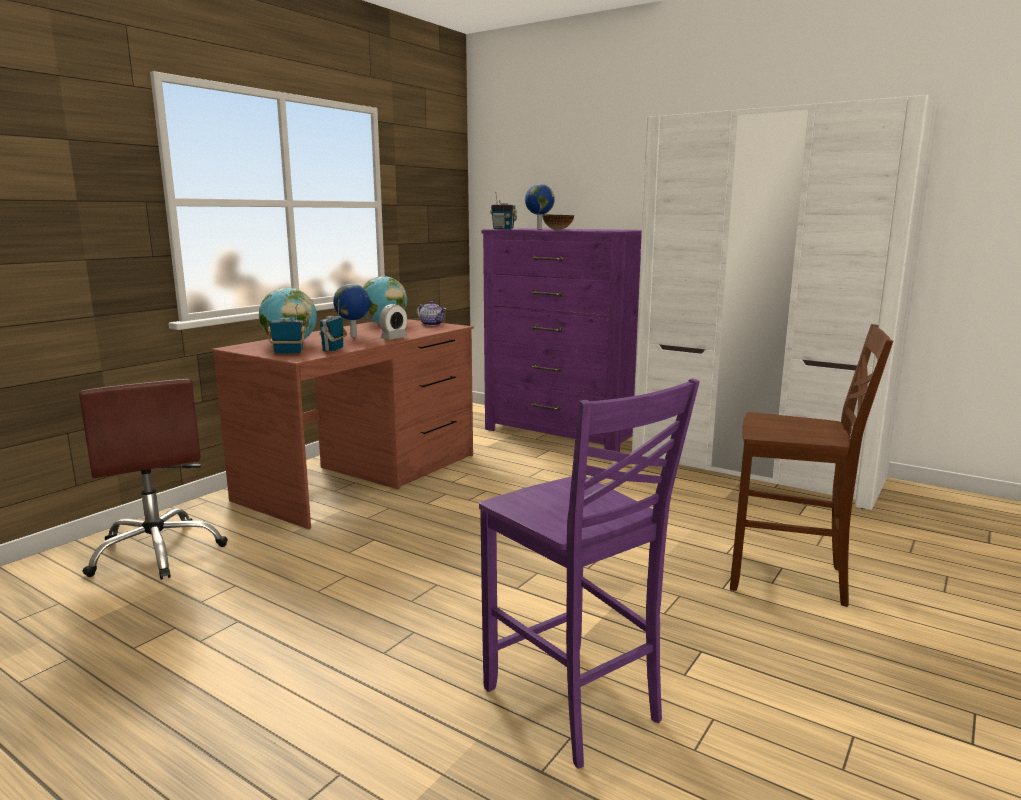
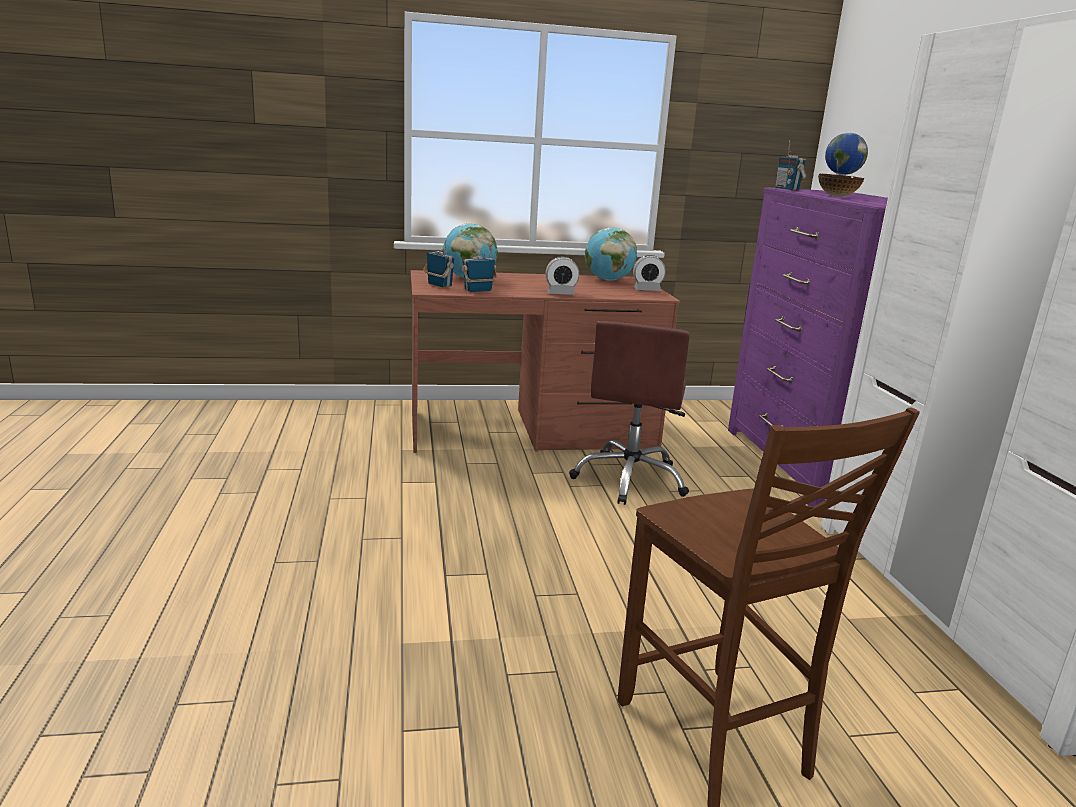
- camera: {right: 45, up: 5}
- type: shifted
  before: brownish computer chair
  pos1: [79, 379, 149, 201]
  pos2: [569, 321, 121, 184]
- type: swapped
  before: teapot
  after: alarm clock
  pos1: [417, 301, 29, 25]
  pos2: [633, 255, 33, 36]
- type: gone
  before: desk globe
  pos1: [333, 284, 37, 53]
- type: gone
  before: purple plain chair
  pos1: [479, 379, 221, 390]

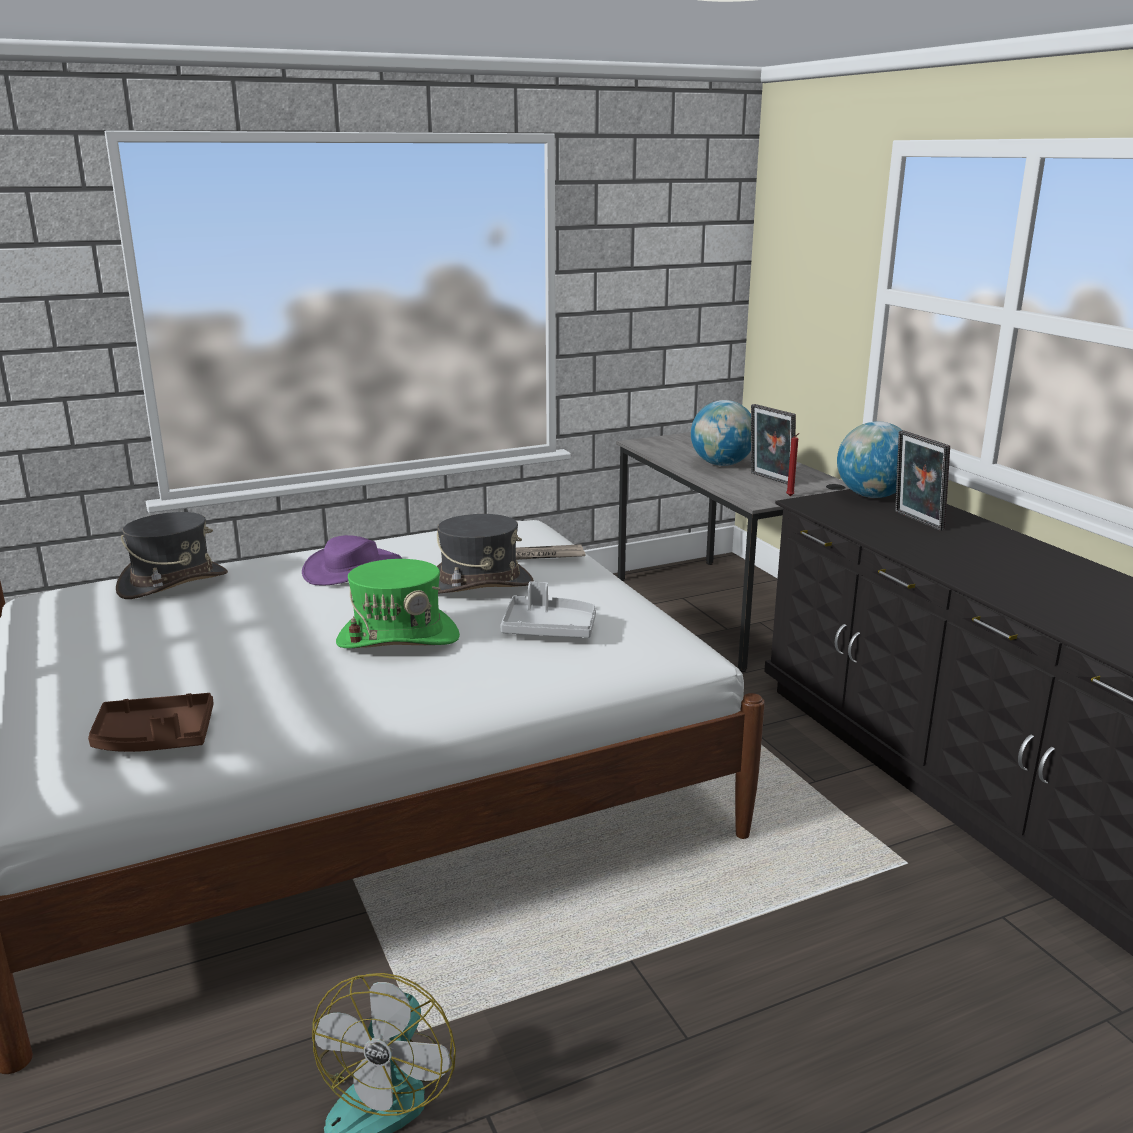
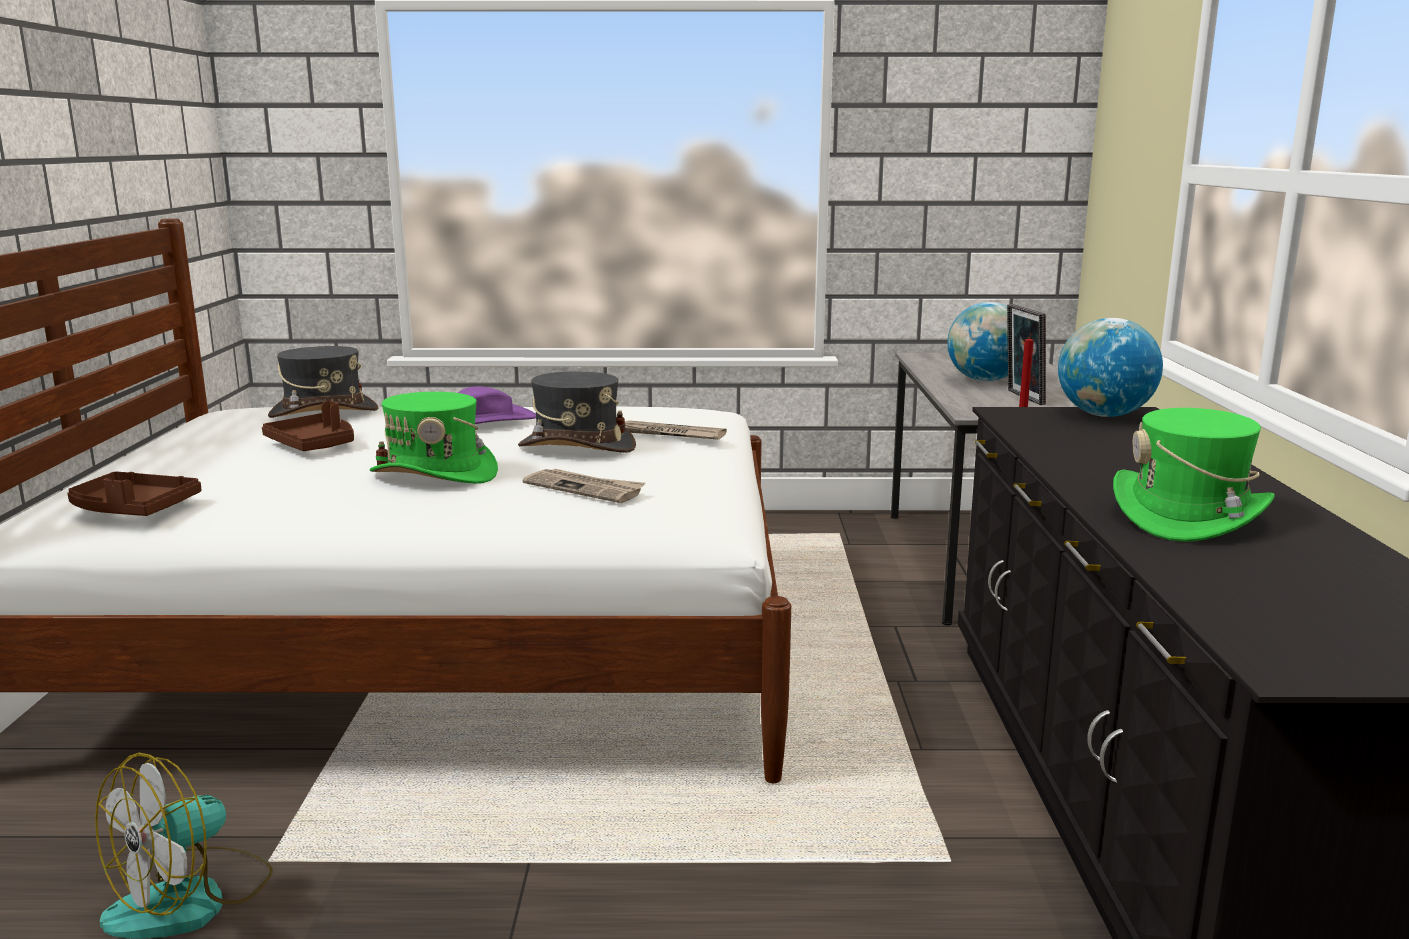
- camera: {right: 25, up: -5}
- type: new
  after: brownish carrying tray
  pos2: [262, 401, 92, 50]
- type: swapped
  before: greyish carrying tray
  after: daily paper
  pos1: [500, 581, 96, 57]
  pos2: [523, 469, 122, 34]
- type: new
  after: green clothing hat
  pos2: [1113, 408, 162, 134]
- type: gone
  before: picture frame
  pos1: [895, 430, 55, 101]

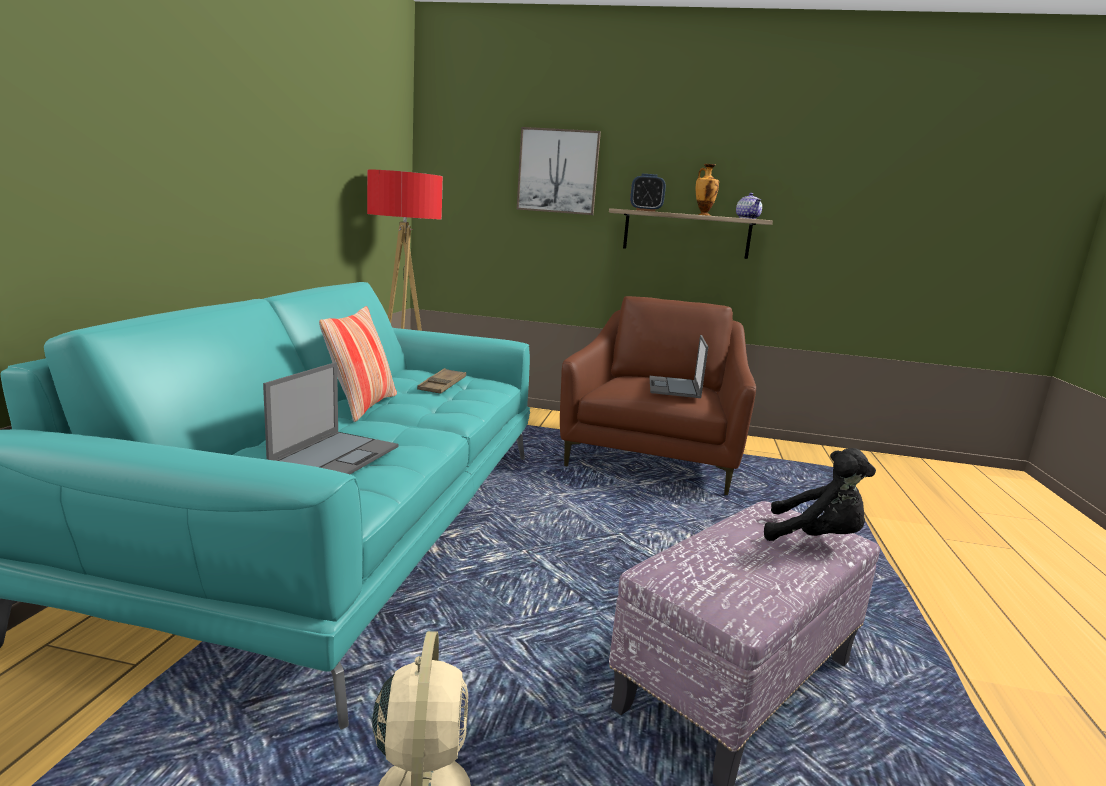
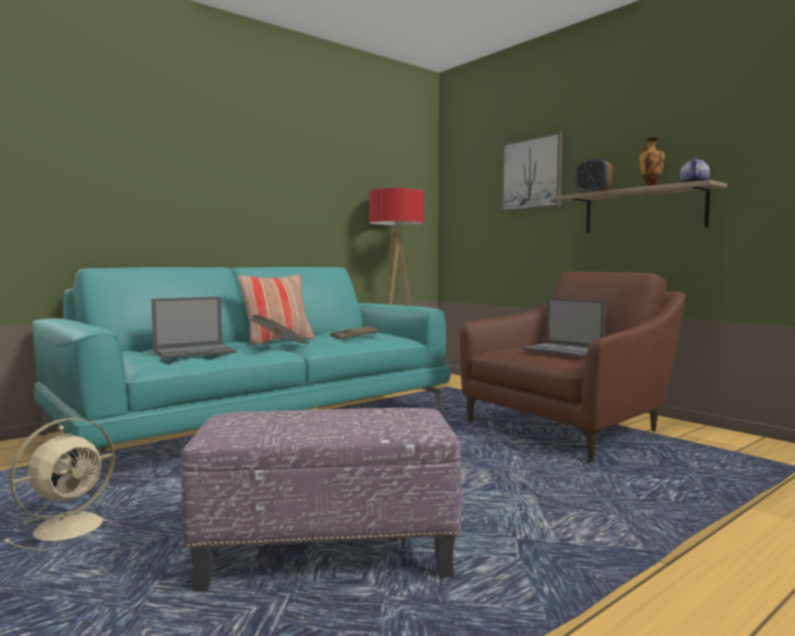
- camera: {right: 40, up: -10}
- type: new
  after: daily paper
  pos2: [250, 315, 61, 29]
- type: rotated
  before: laptop
  pos1: [649, 335, 59, 63]
  pos2: [521, 298, 84, 59]
  turn: -90
- type: gone
  before: blackish cuddly toy
  pos1: [764, 448, 112, 93]

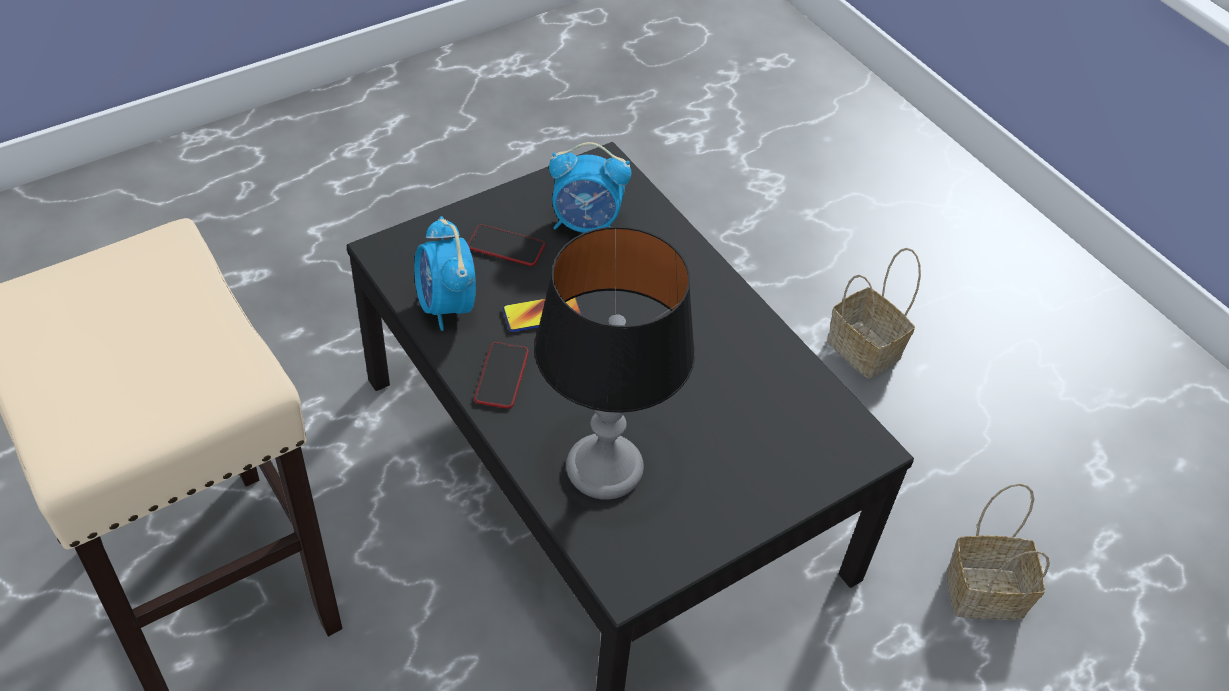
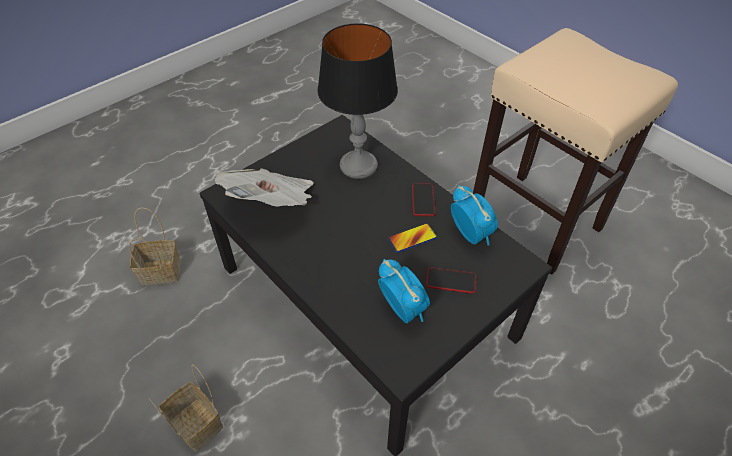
- camera: {right: 175, up: 0}
- type: new
  after: daily paper
  pos2: [215, 169, 98, 38]
- type: rotated
  before: alarm clock
  pos1: [549, 142, 82, 91]
  pos2: [378, 259, 52, 64]
  turn: 60

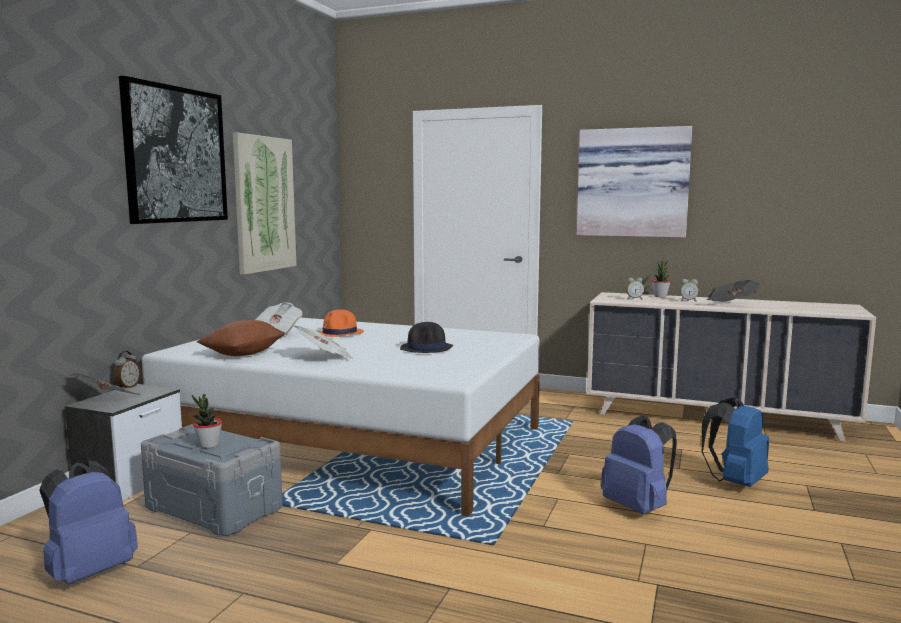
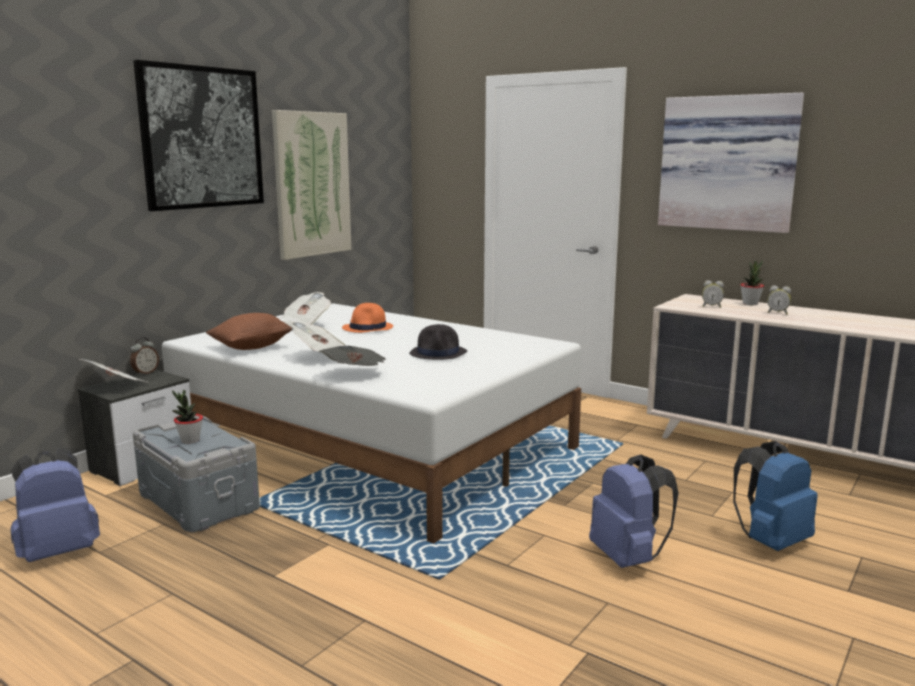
- camera: {right: 15, up: 5}
- type: shifted
  before: daily paper
  pos1: [707, 280, 53, 22]
  pos2: [319, 346, 67, 20]

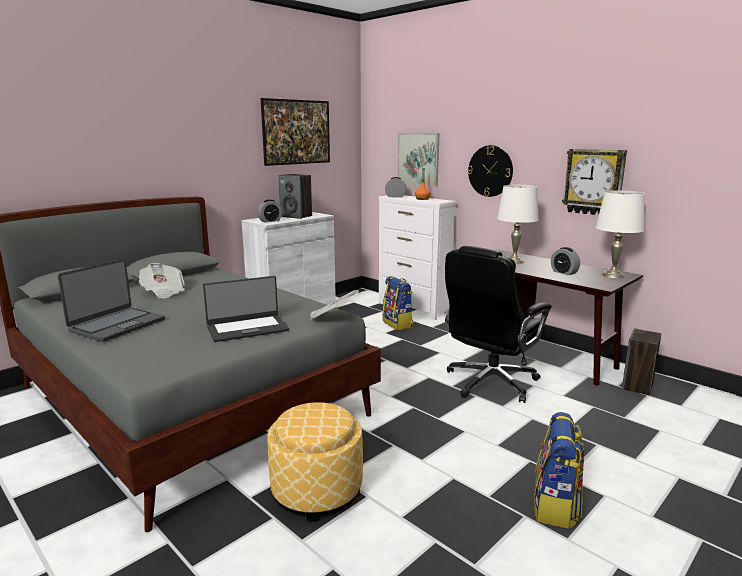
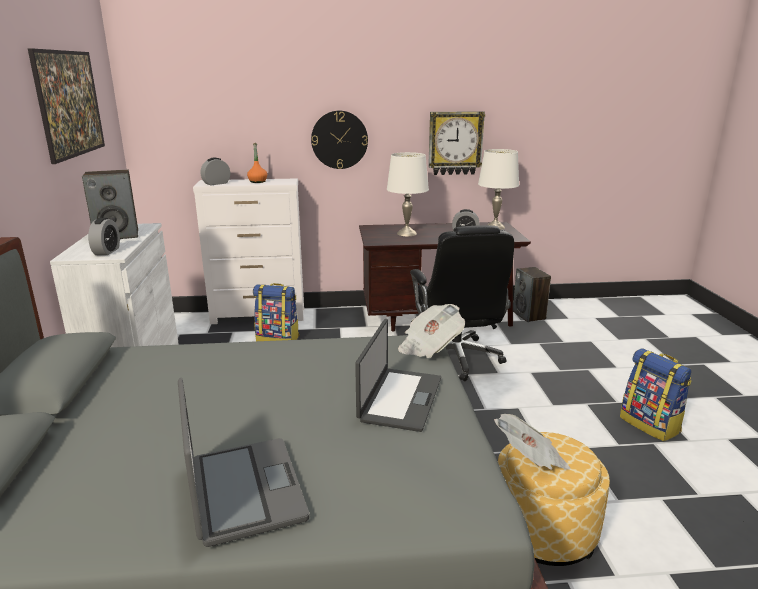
- camera: {right: -50, up: 5}
- type: shifted
  before: daily paper
  pos1: [139, 263, 46, 36]
  pos2: [494, 414, 77, 56]
- type: gone
  before: picture
  pos1: [398, 133, 42, 54]

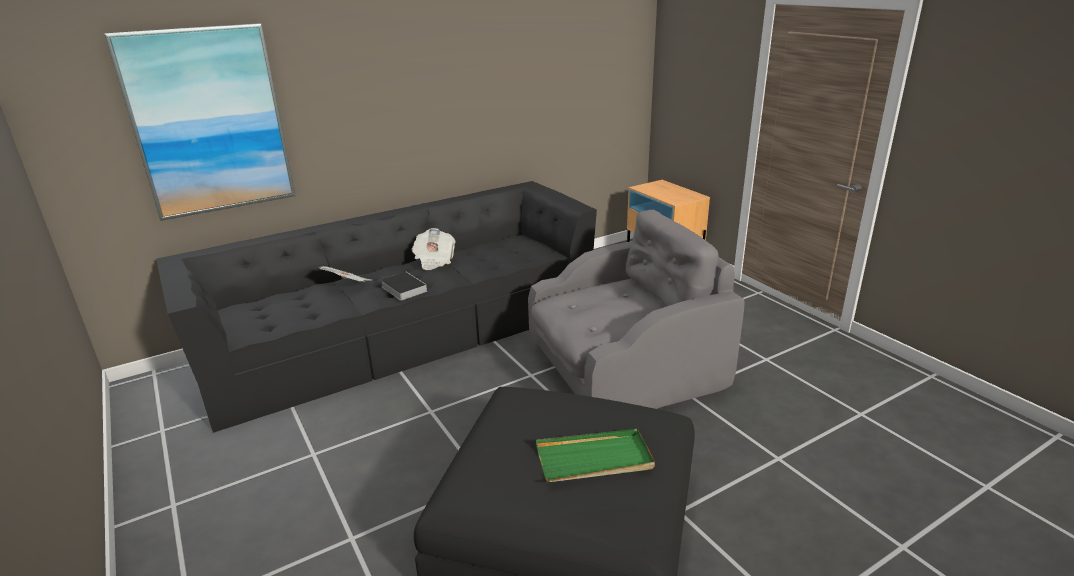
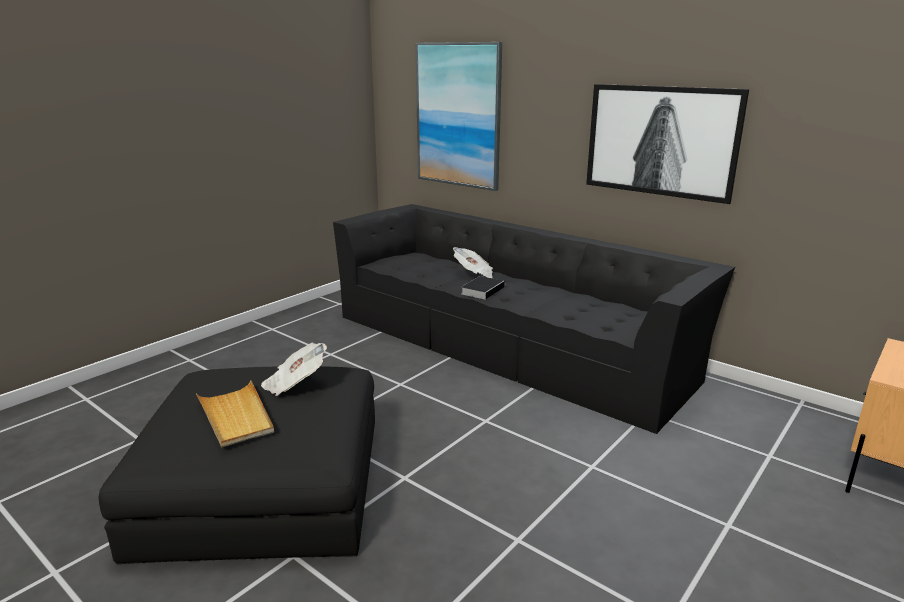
- camera: {right: 70, up: -5}
- type: repainted
  before: green carrying tray
  after: sand-coloured carrying tray
  pos1: [536, 429, 119, 53]
  pos2: [196, 380, 78, 68]
- type: shifted
  before: daily paper
  pos1: [412, 228, 44, 42]
  pos2: [261, 343, 66, 53]
- type: new
  after: picture
  pos2: [586, 84, 163, 120]
- type: gone
  before: greyish easy chair
  pos1: [528, 210, 217, 199]

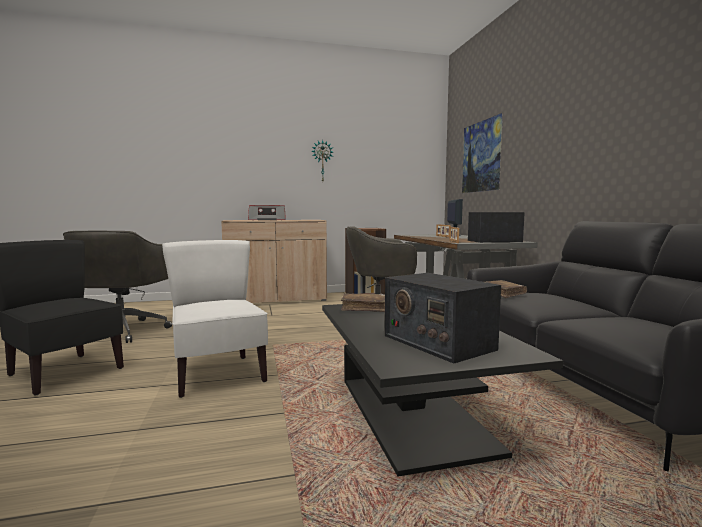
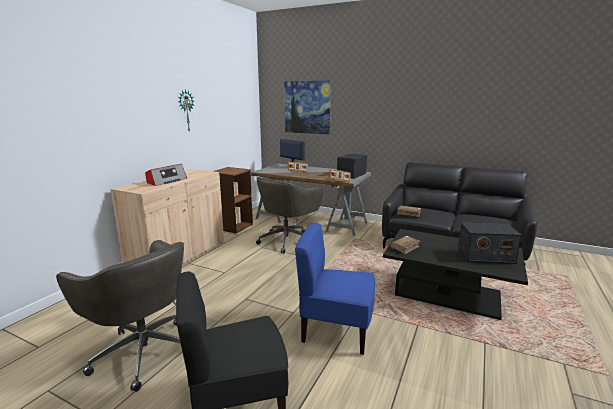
- camera: {right: -50, up: 10}
- type: repainted
  before: white-coloured plain chair
  after: bluish plain chair
  pos1: [162, 240, 106, 158]
  pos2: [295, 223, 80, 132]

